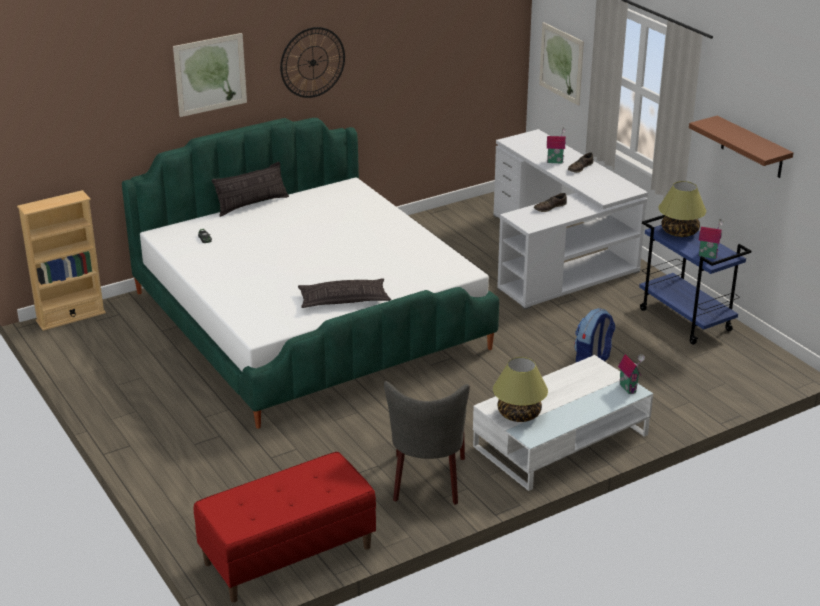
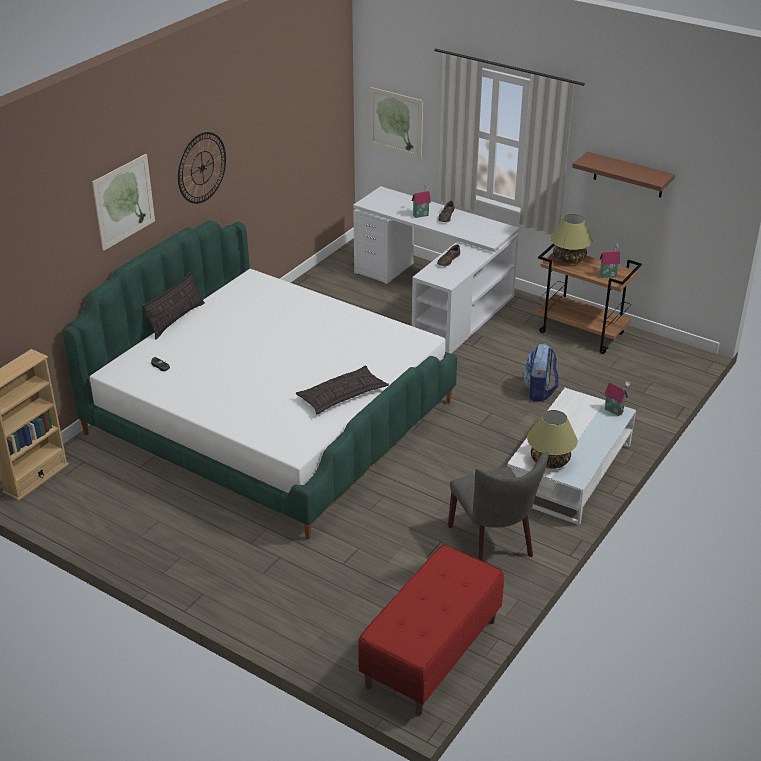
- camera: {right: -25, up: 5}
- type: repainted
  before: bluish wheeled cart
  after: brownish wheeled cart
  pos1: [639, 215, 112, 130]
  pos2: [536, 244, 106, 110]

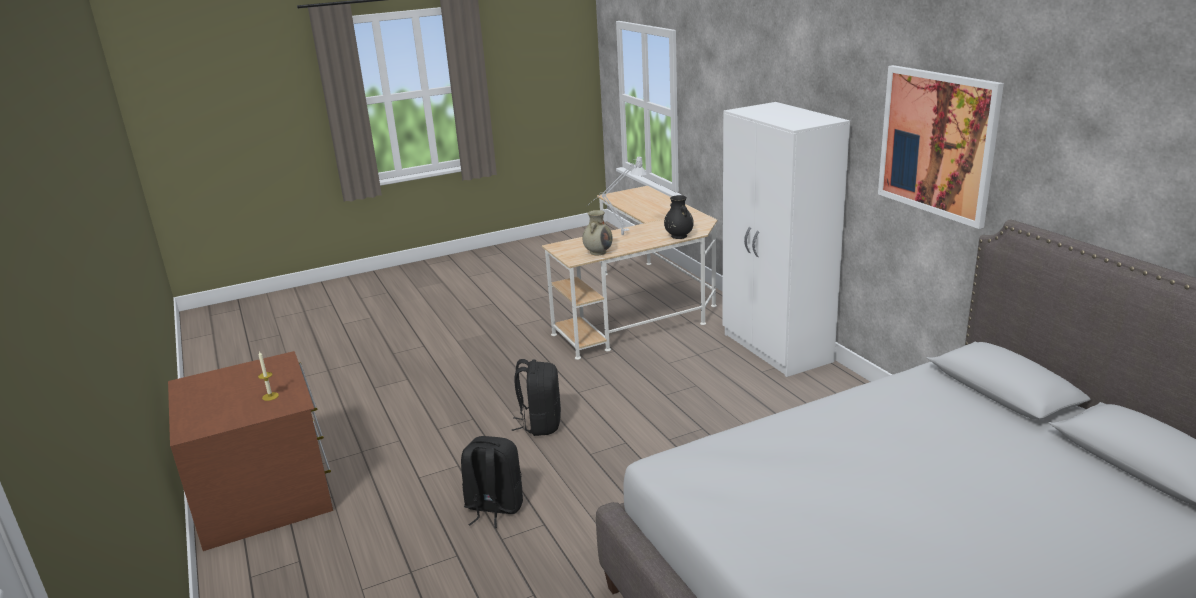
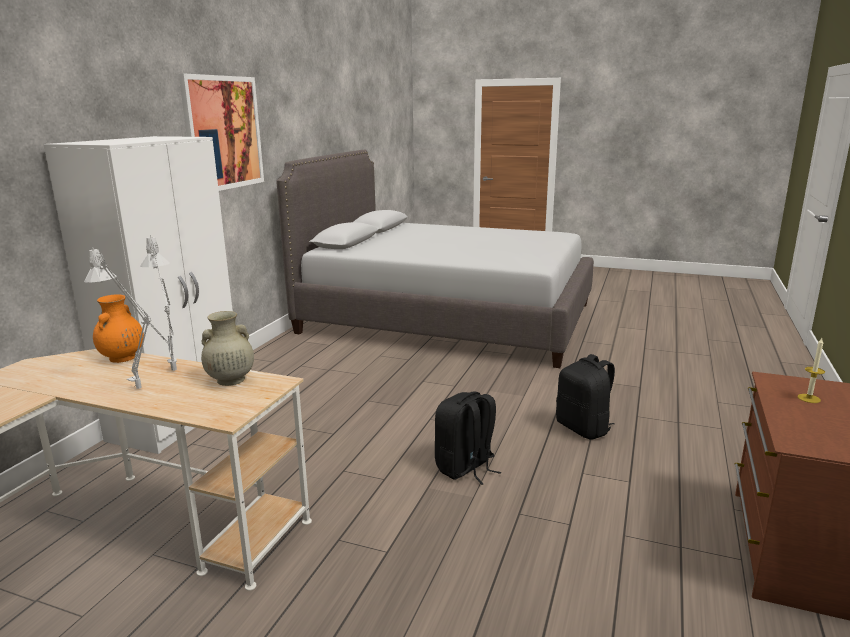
- camera: {right: -135, up: -5}
- type: repainted
  before: blackish flower vase
  after: orange-coloured flower vase
  pos1: [664, 195, 30, 44]
  pos2: [93, 294, 51, 69]
- type: new
  after: greyish lamp for a table
  pos2: [140, 235, 37, 136]

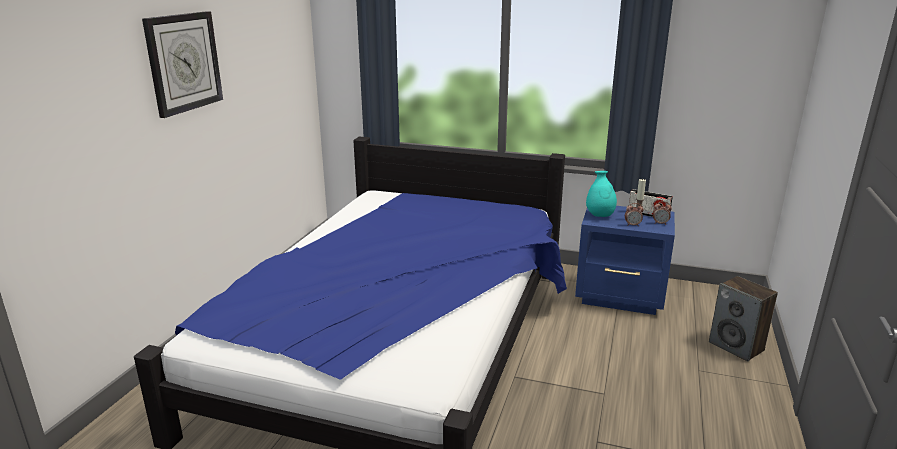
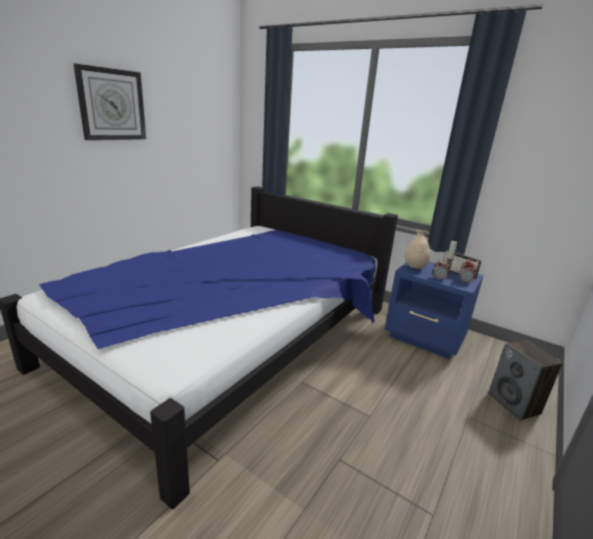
- camera: {right: 15, up: 0}
- type: repainted
  before: turquoise flower vase
  after: sand-coloured flower vase
  pos1: [586, 171, 31, 46]
  pos2: [404, 230, 27, 39]

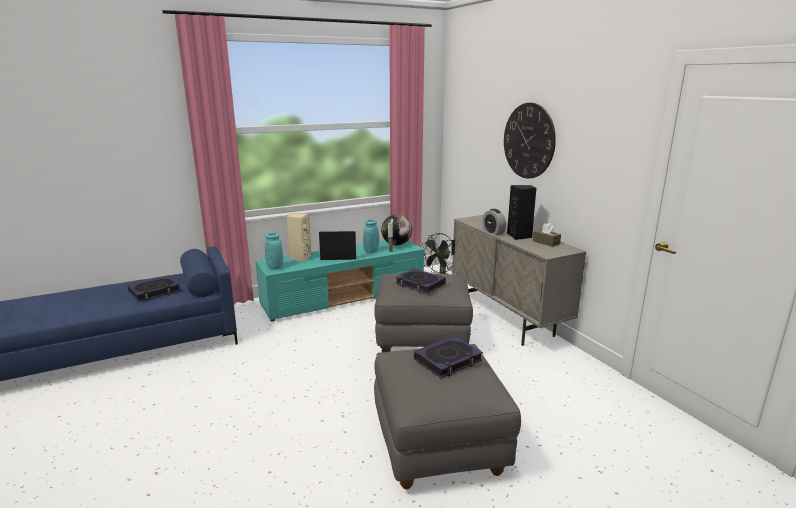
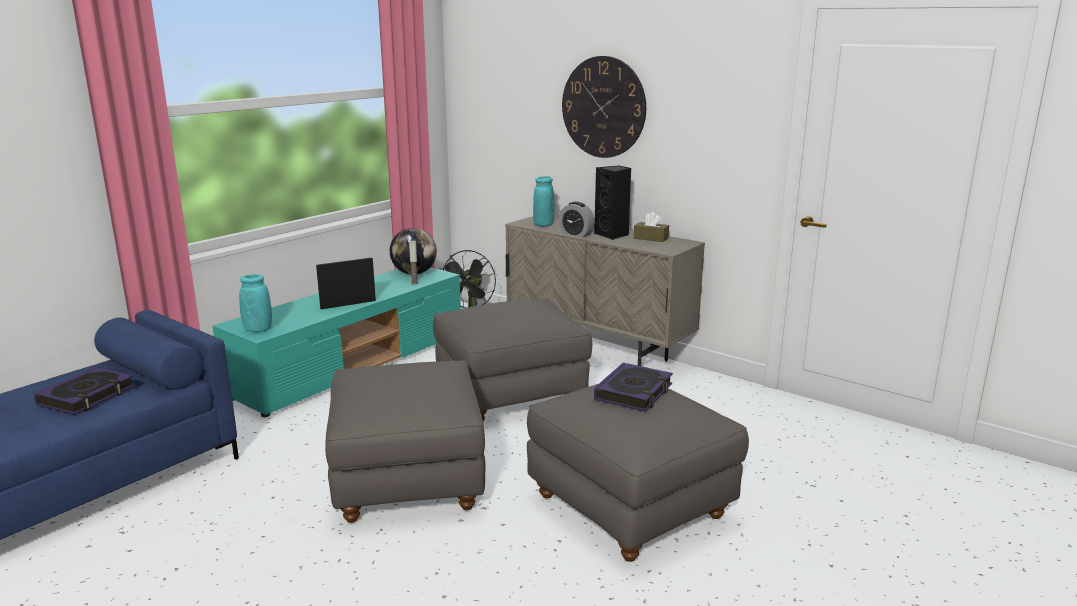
- camera: {right: -25, up: 0}
- type: new
  after: greyish ottoman
  pos2: [325, 360, 160, 163]
- type: shifted
  before: turquoise flower vase
  pos1: [363, 220, 16, 33]
  pos2: [533, 176, 22, 50]
- type: gone
  before: sand-coloured speaker
  pos1: [286, 213, 26, 48]
- type: gone
  before: bound book
  pos1: [396, 269, 50, 25]

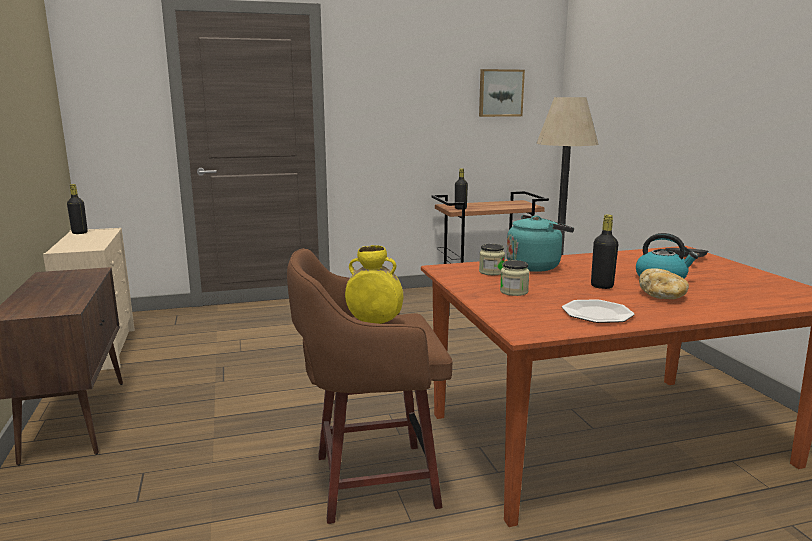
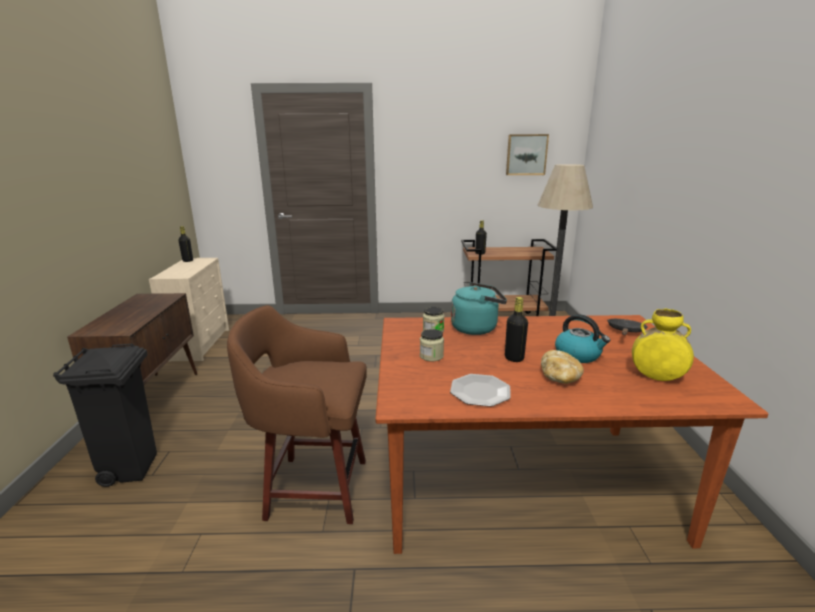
- camera: {right: 15, up: 5}
- type: new
  after: blackish rubbish bin
  pos2: [53, 344, 104, 143]
- type: shifted
  before: yellow flower vase
  pos1: [345, 245, 58, 79]
  pos2: [632, 309, 62, 72]

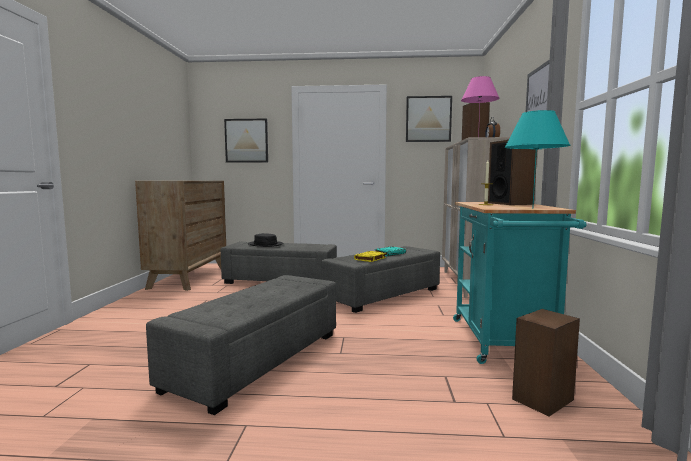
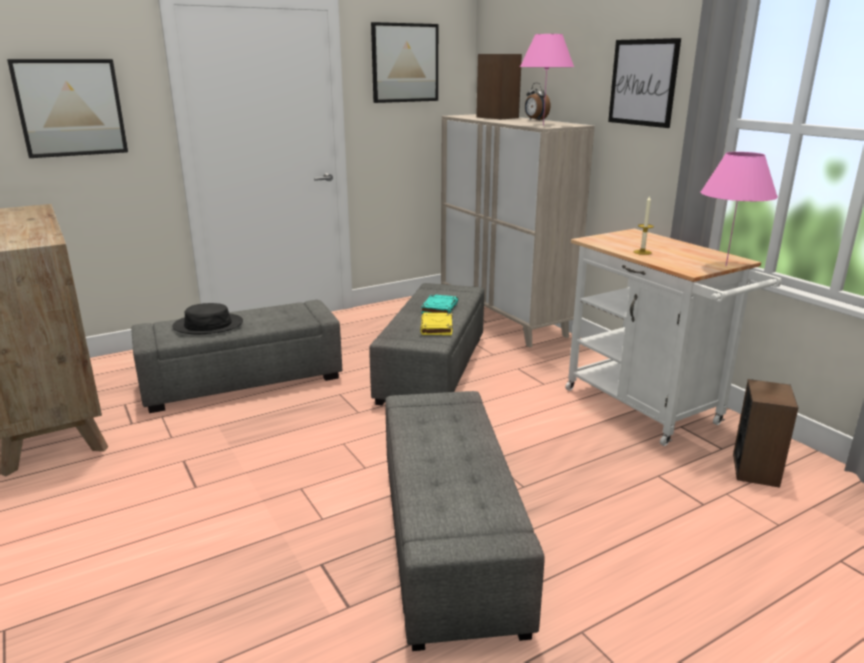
- camera: {right: -35, up: 15}
- type: repainted
  before: turquoise wheeled cart
  after: white-coloured wheeled cart
  pos1: [453, 202, 134, 162]
  pos2: [565, 229, 216, 217]
- type: repainted
  before: turquoise lamp for a table
  after: pink-coloured lamp for a table
  pos1: [504, 110, 67, 99]
  pos2: [701, 152, 77, 114]
- type: gone
  before: speaker
  pos1: [488, 140, 49, 65]

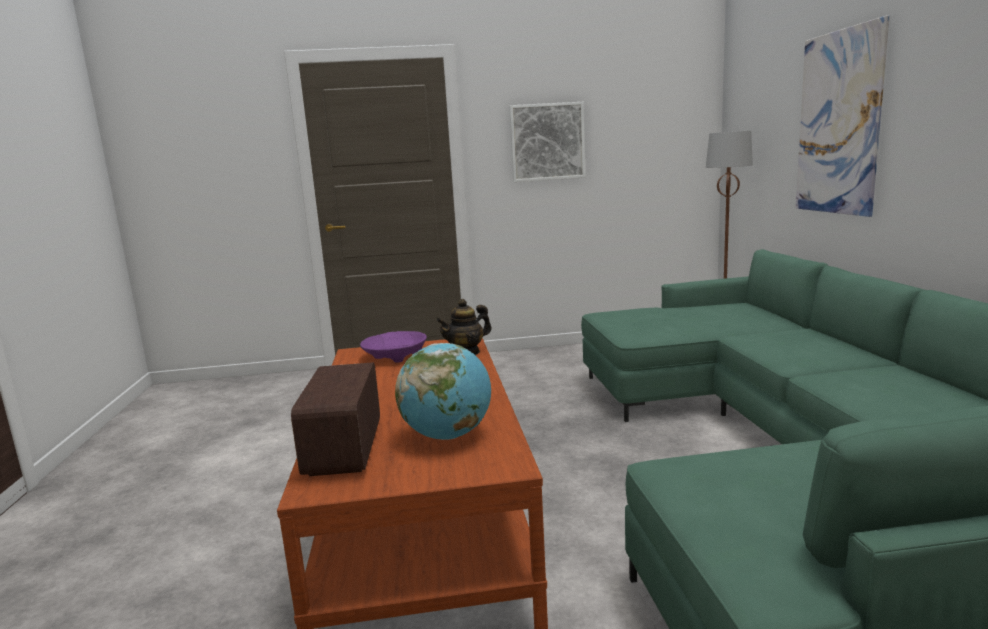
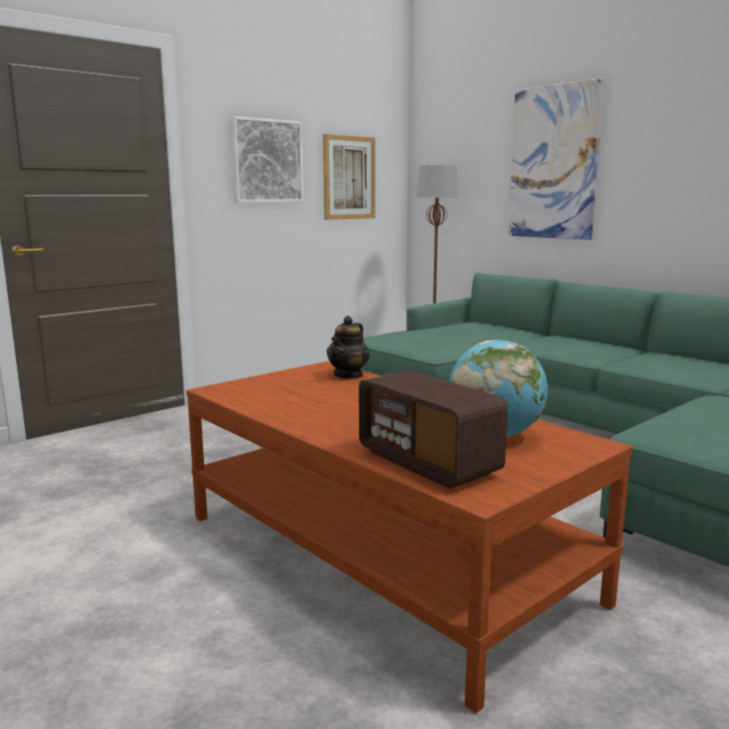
- camera: {right: -35, up: 0}
- type: new
  after: picture
  pos2: [323, 134, 52, 86]
- type: gone
  before: purple bowl
  pos1: [360, 331, 67, 32]

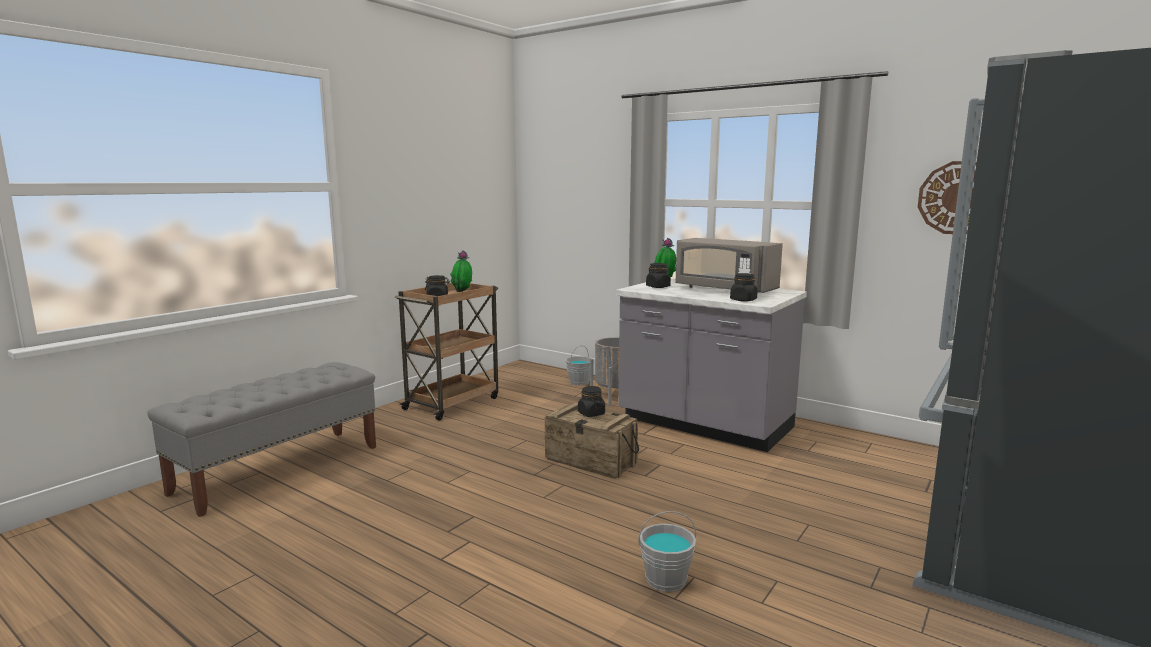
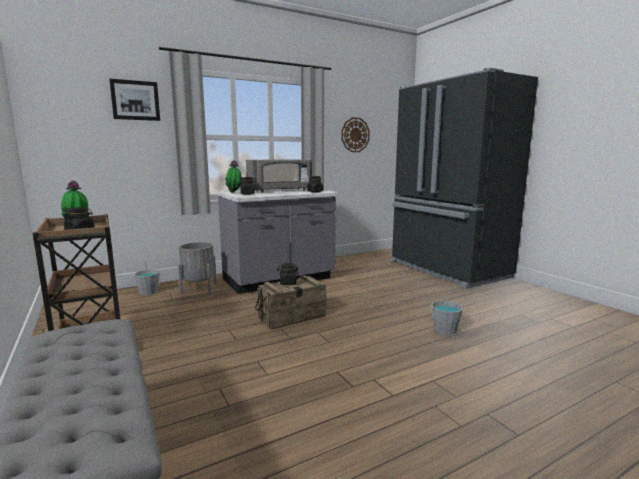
- camera: {right: -65, up: 0}
- type: new
  after: picture
  pos2: [109, 78, 51, 43]

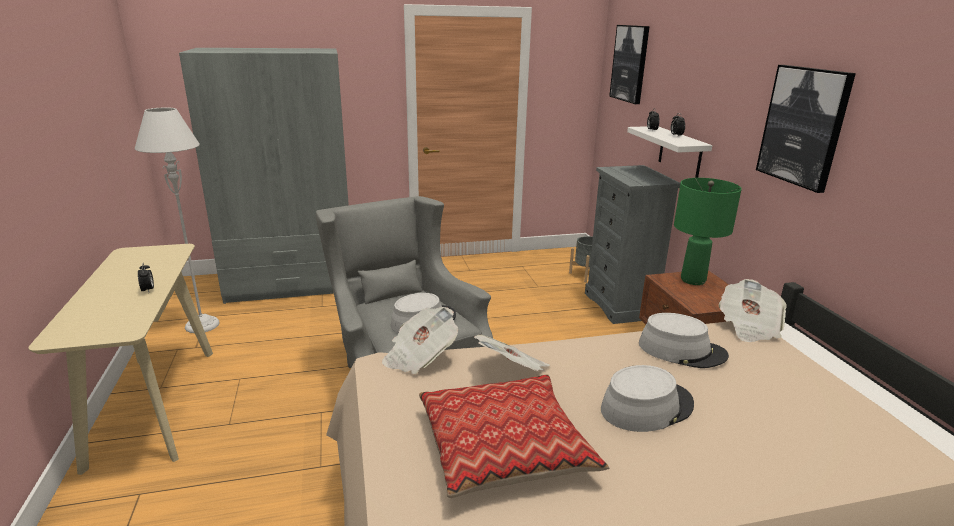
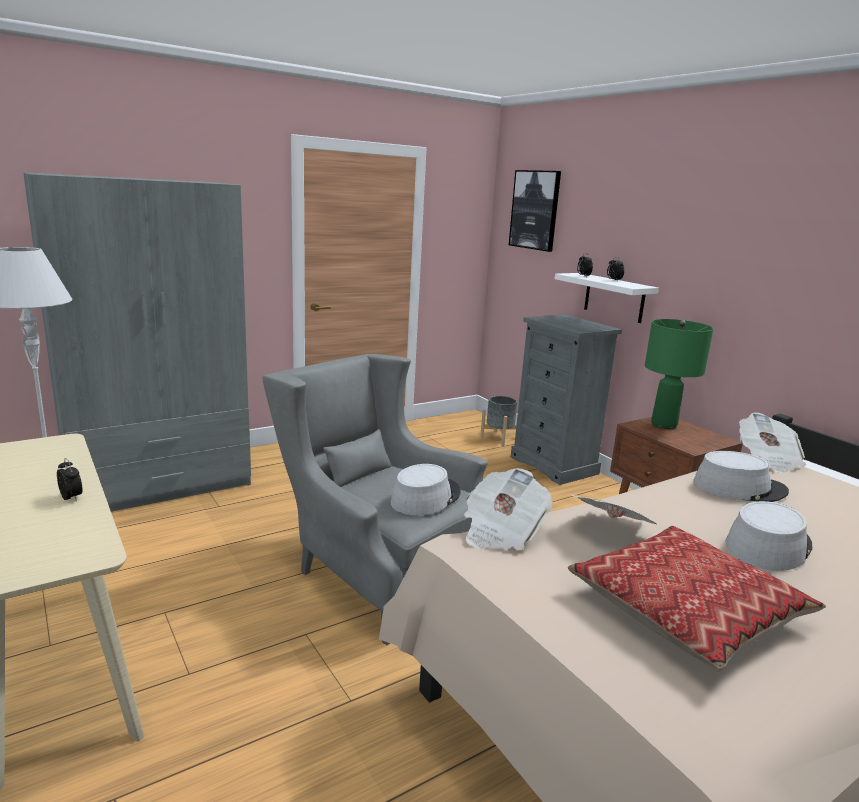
- camera: {right: -20, up: -5}
- type: gone
  before: picture
  pos1: [756, 65, 100, 128]

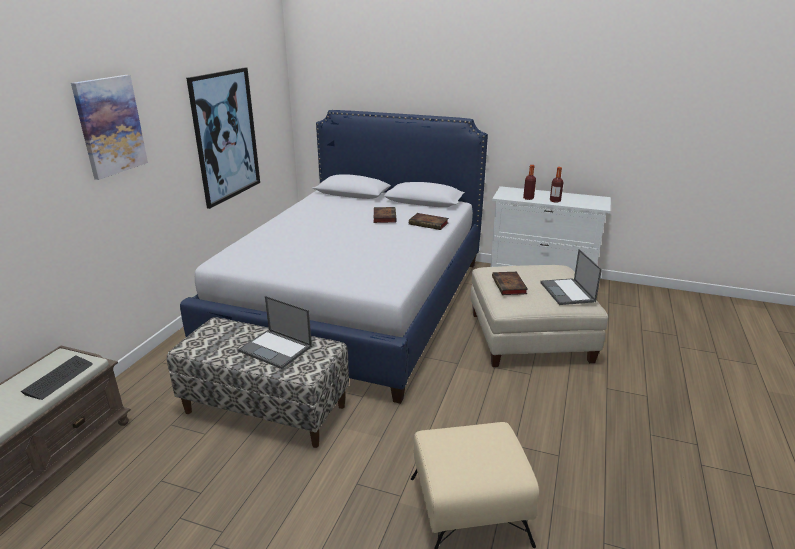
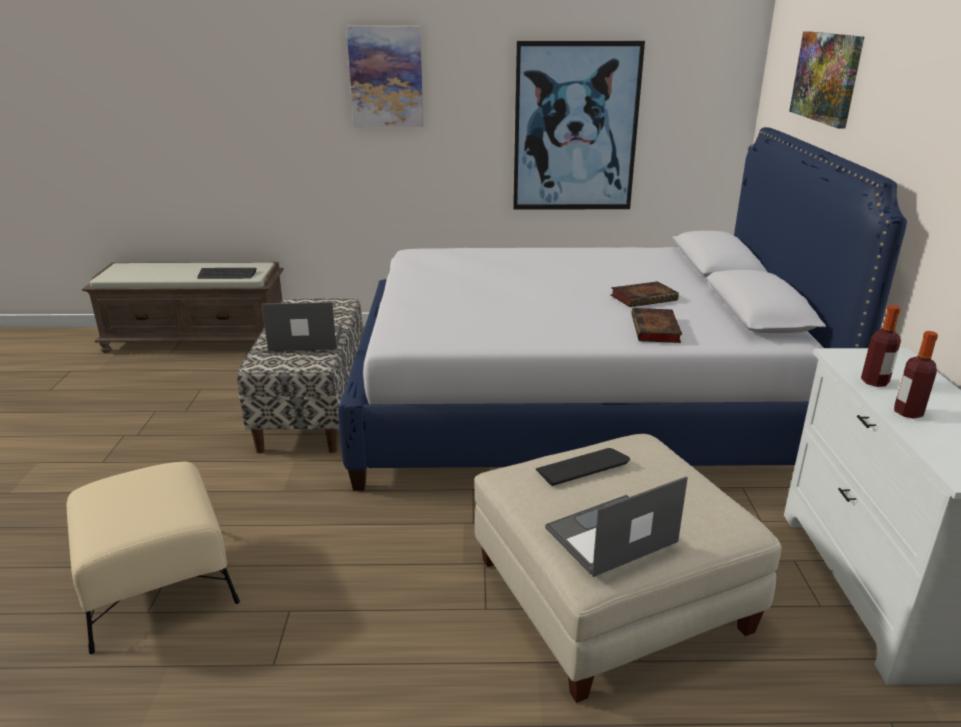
- camera: {right: 70, up: 0}
- type: rotated
  before: laptop
  pos1: [238, 296, 74, 73]
  pos2: [262, 302, 80, 49]
  turn: 75
- type: swapped
  before: bound book
  after: computer keyboard
  pos1: [492, 272, 36, 23]
  pos2: [536, 448, 94, 38]
- type: new
  after: picture
  pos2: [789, 31, 75, 98]

